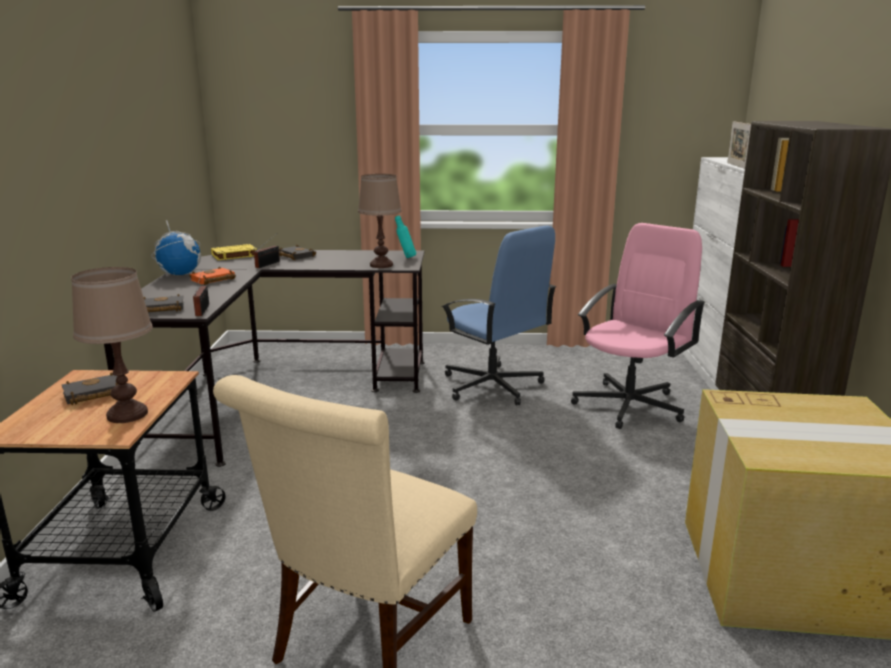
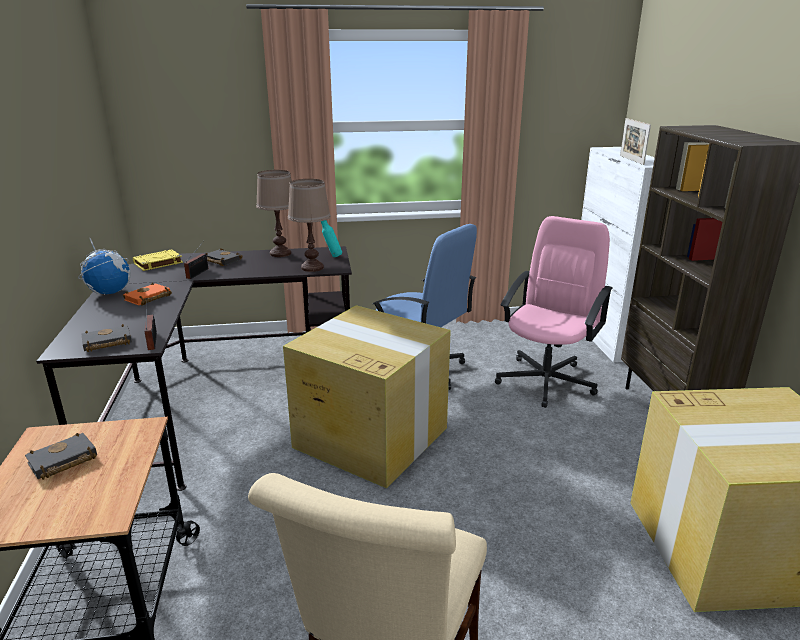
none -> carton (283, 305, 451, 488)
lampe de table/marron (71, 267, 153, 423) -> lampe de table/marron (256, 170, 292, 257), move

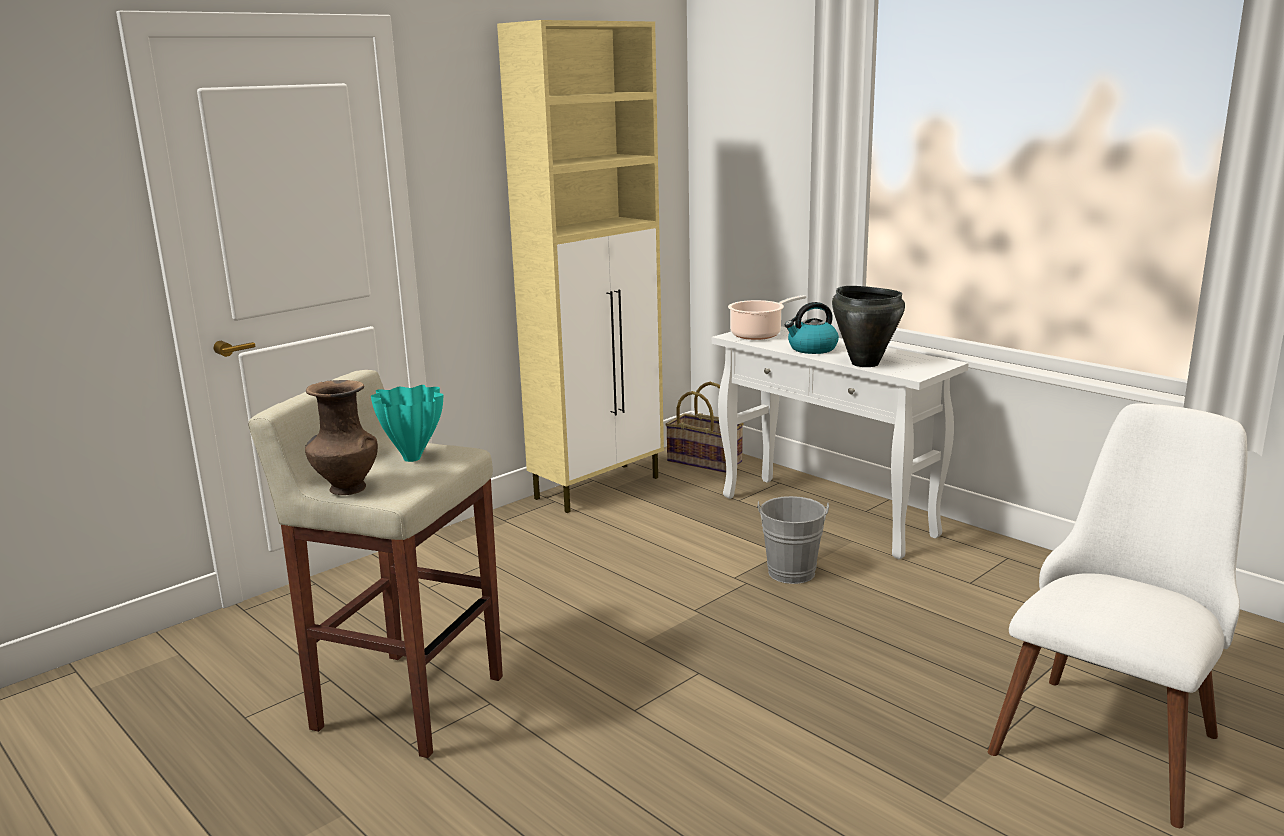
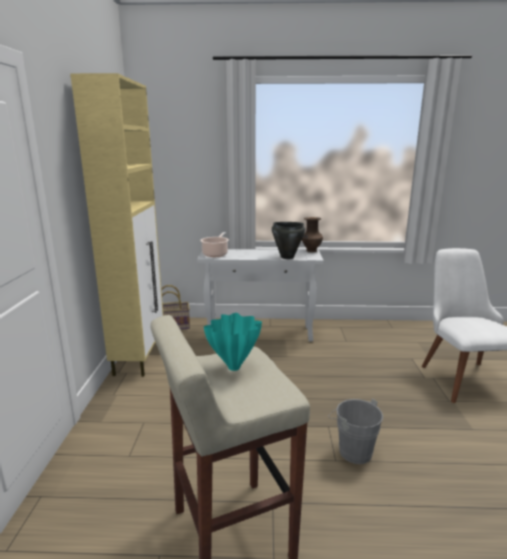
bouilloire (785, 302, 839, 354) -> none
vase/marron (305, 380, 378, 495) -> vase/marron (302, 217, 323, 252), move
seau/gris (757, 496, 829, 584) -> seau/gris (328, 399, 383, 464), move

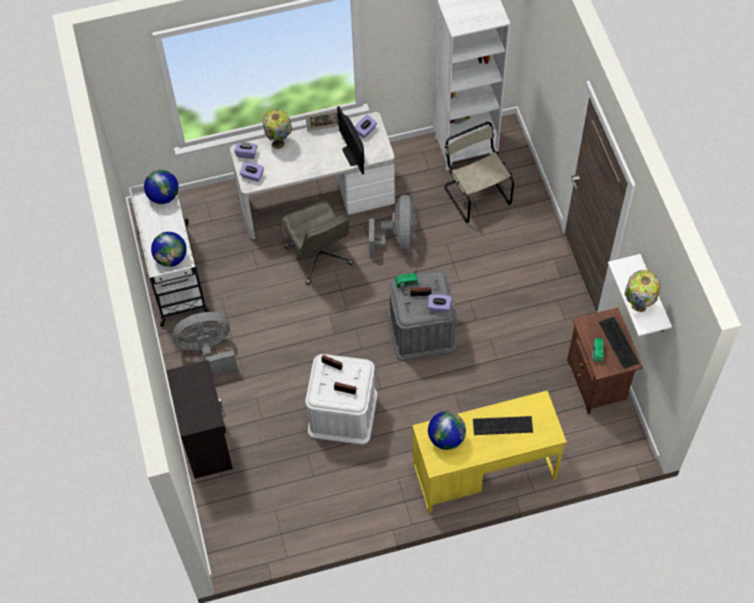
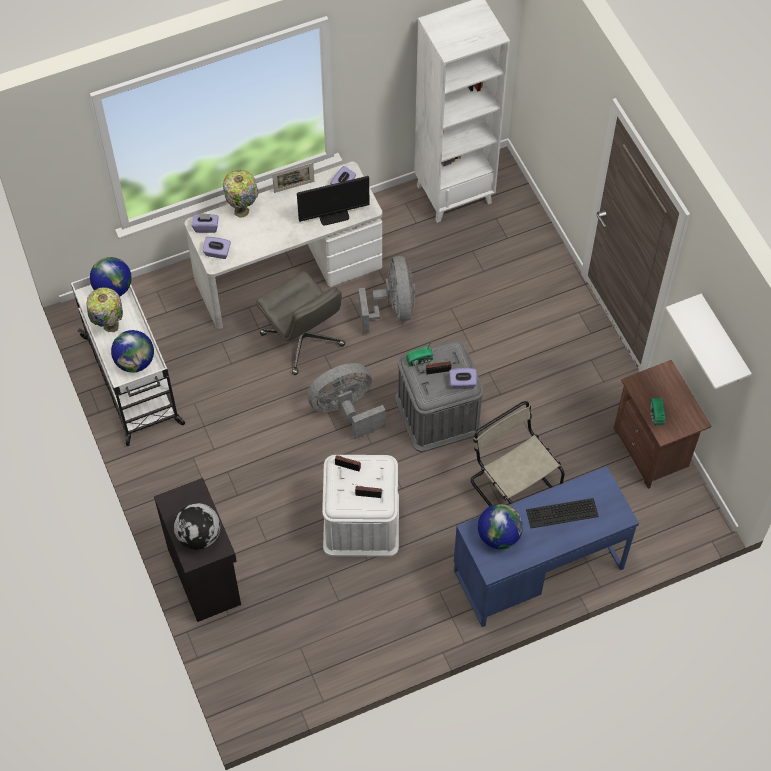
clavier (599, 317, 639, 369) -> none
none -> globe (174, 503, 220, 550)
ventilateur/gris (173, 312, 238, 375) -> ventilateur/gris (307, 363, 386, 439), move
chaise/beige (445, 122, 514, 223) -> chaise/beige (471, 401, 565, 506), move
lampe de table (625, 270, 661, 312) -> lampe de table (86, 287, 123, 332), move
bureau/jaune (412, 390, 567, 513) -> bureau/bleu (454, 466, 639, 627)
écran d'ordinateur (337, 106, 364, 175) -> écran d'ordinateur (297, 176, 369, 226), 75 degrees counterclockwise

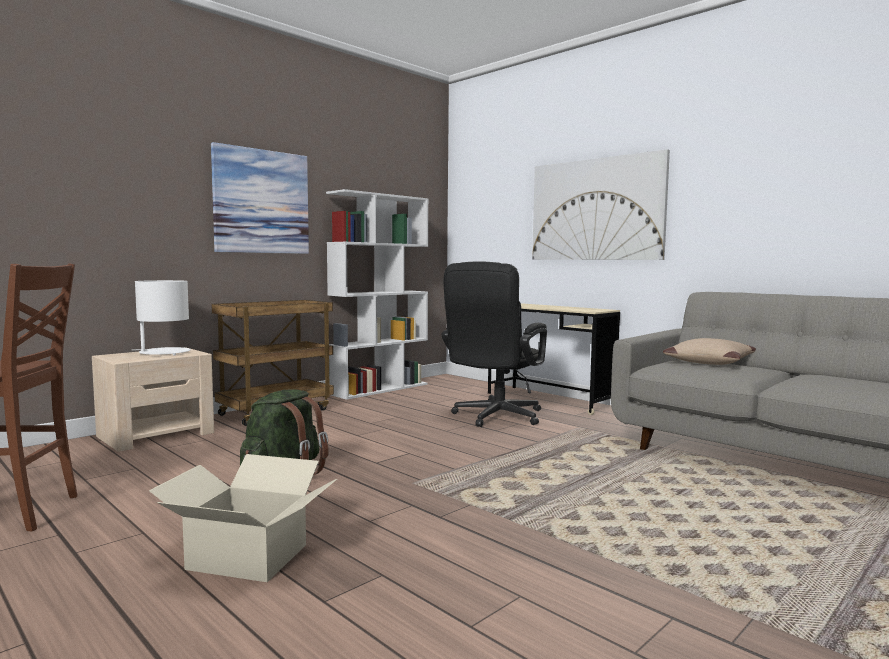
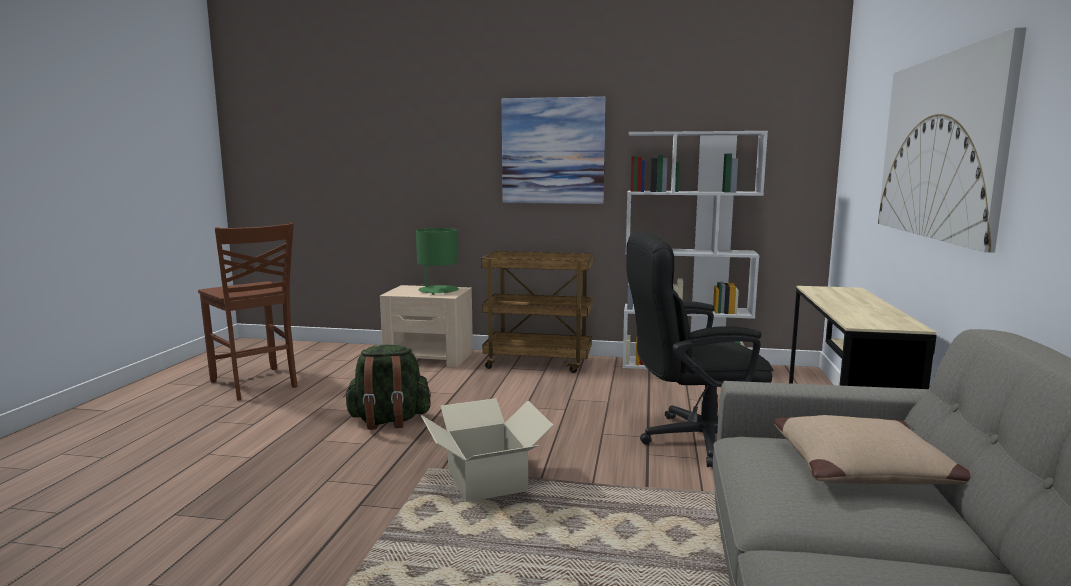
carton (149, 454, 337, 582) -> carton (421, 398, 554, 502), move
lampe de table/blanc (132, 280, 191, 355) -> lampe de table/vert (416, 228, 459, 295)

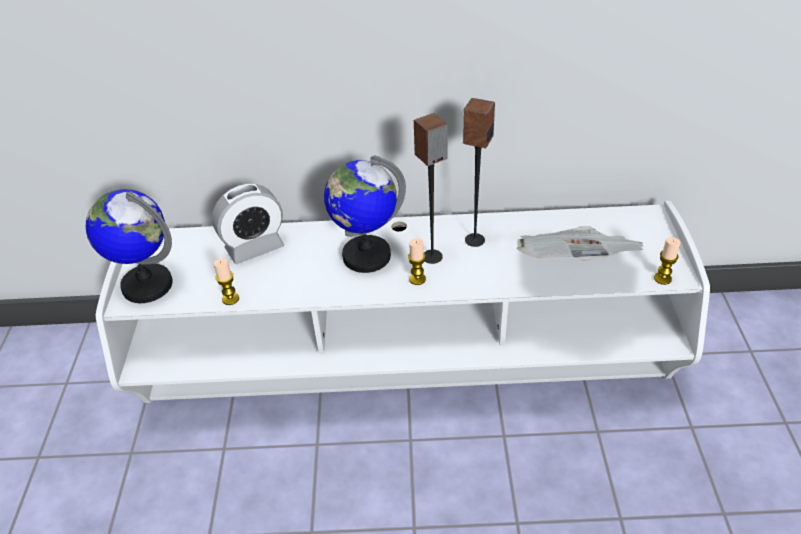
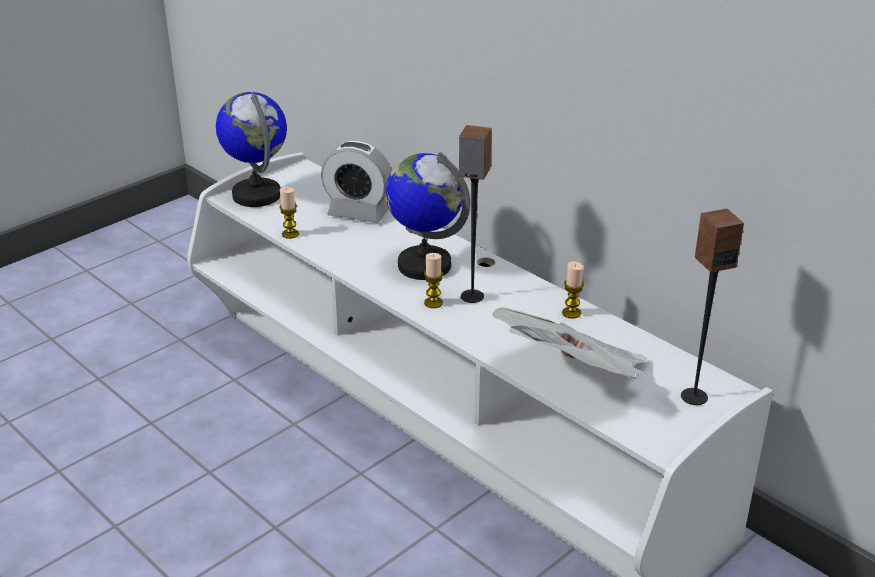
enceinte (463, 98, 495, 247) -> enceinte (681, 209, 744, 405), move
bougie (654, 237, 681, 285) -> bougie (562, 262, 584, 319), move

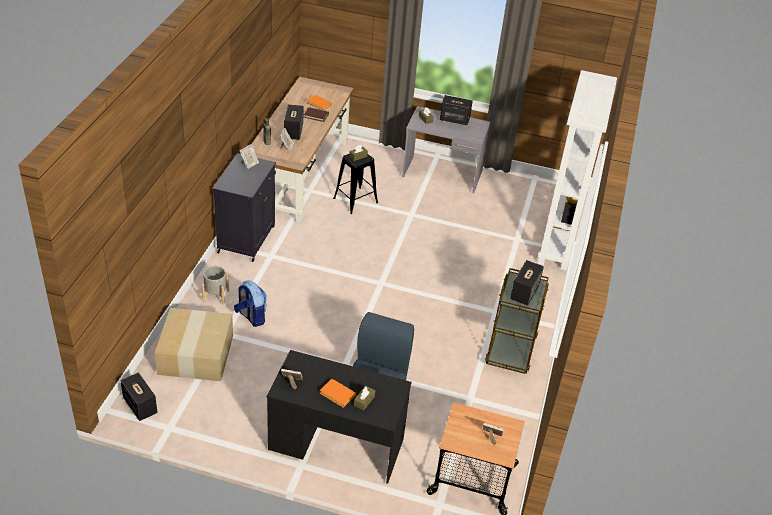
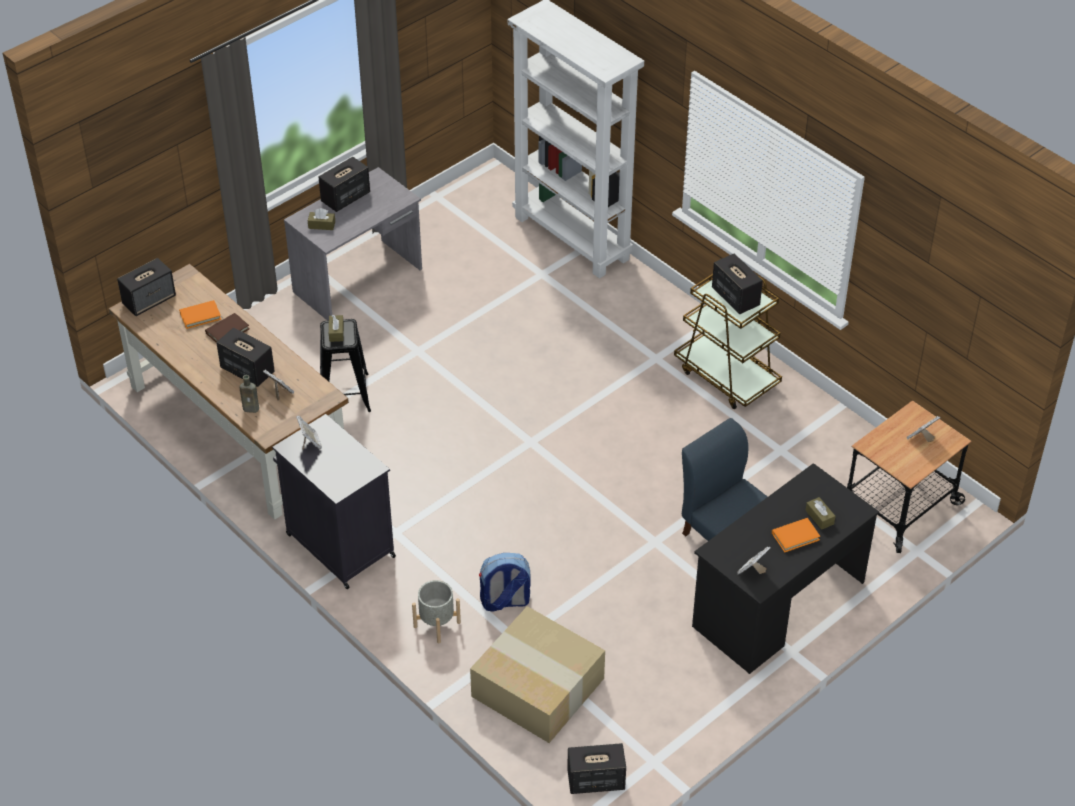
none -> enceinte (117, 258, 176, 316)

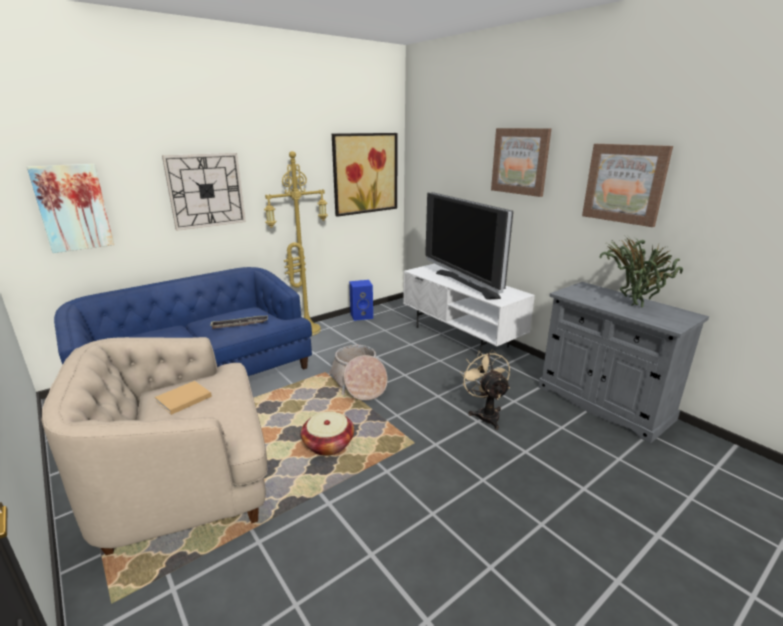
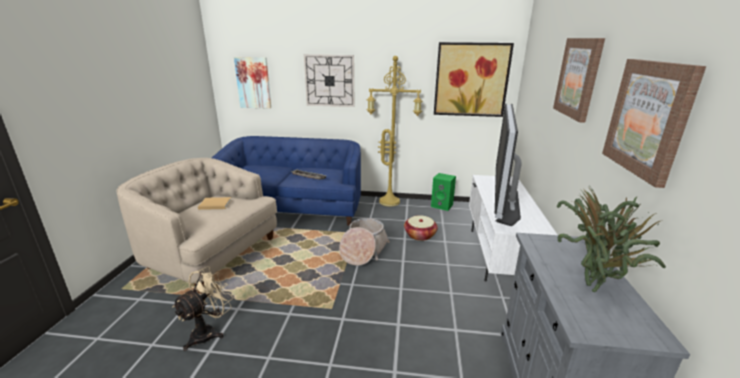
panier (301, 412, 354, 456) -> panier (404, 215, 438, 241), move
ventilateur/beige (460, 349, 510, 430) -> ventilateur/beige (172, 266, 233, 351), move
enceinte/bleu (349, 280, 373, 321) -> enceinte/vert (431, 173, 456, 211)

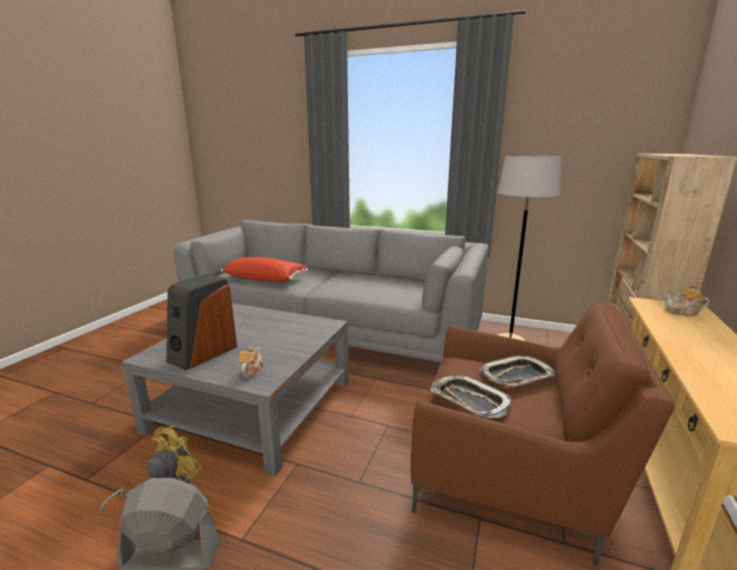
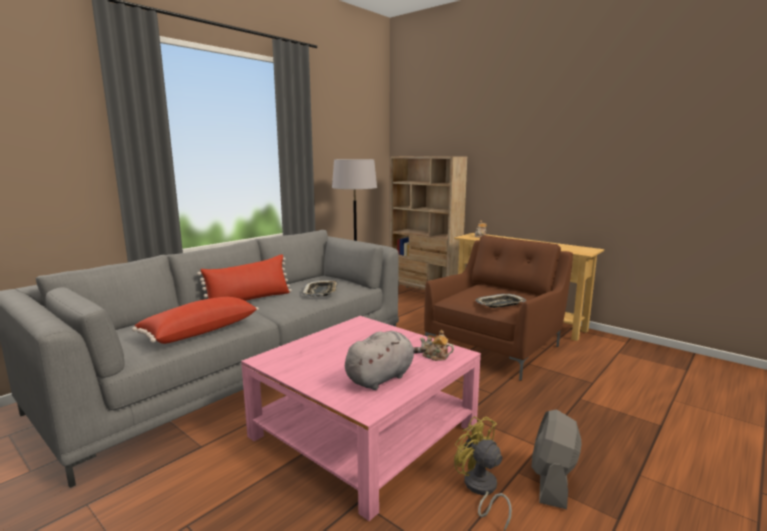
none -> coussin/rouge (197, 254, 292, 301)
plateau (480, 355, 555, 387) -> plateau (302, 280, 338, 296), move
enceinte (166, 274, 237, 371) -> peluche/gris (345, 331, 426, 390)
table basse/gris (122, 303, 349, 476) -> table basse/rose (241, 316, 481, 521)

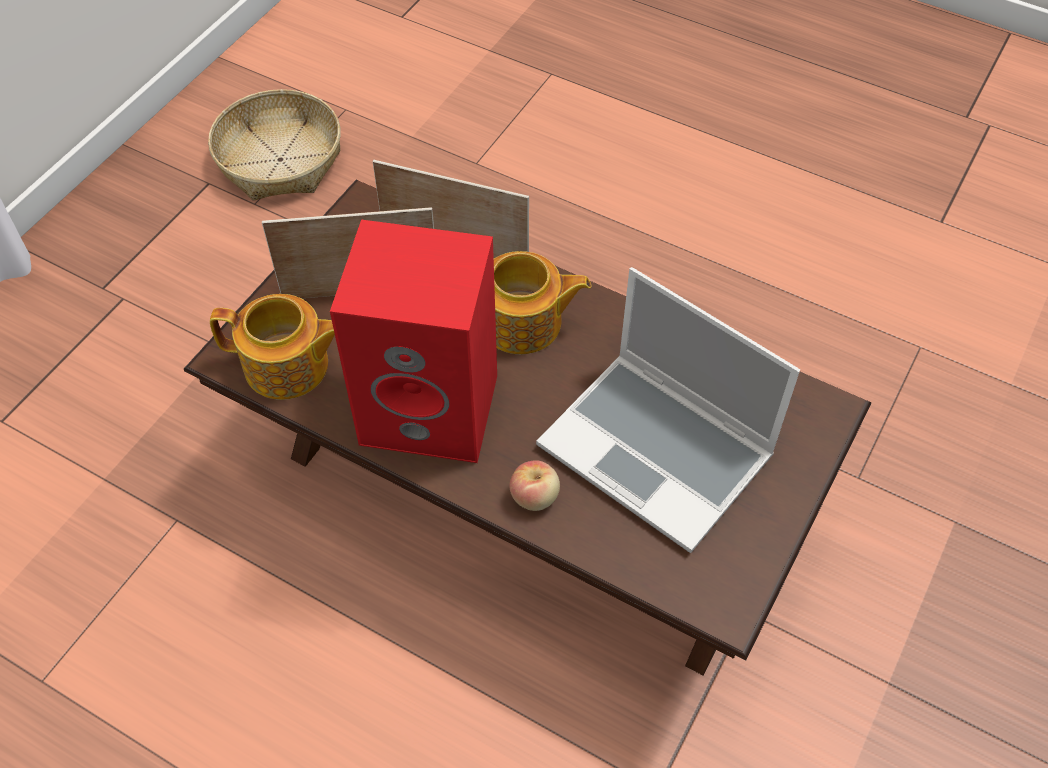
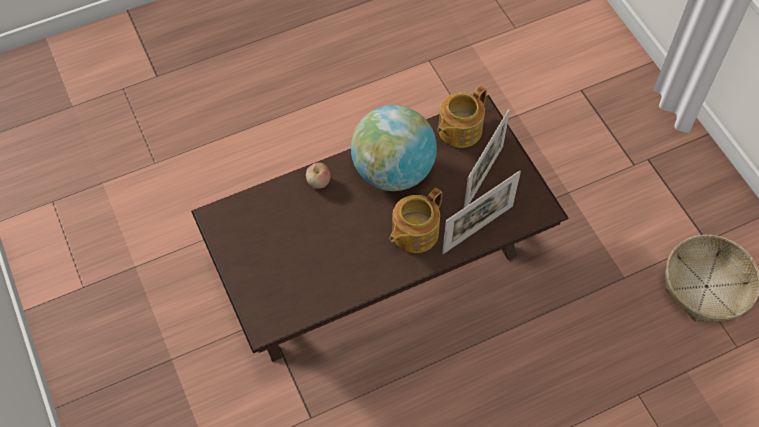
ordinateur portable (536, 267, 800, 553) -> none
enceinte/rouge (330, 220, 497, 463) -> globe (351, 105, 437, 191)

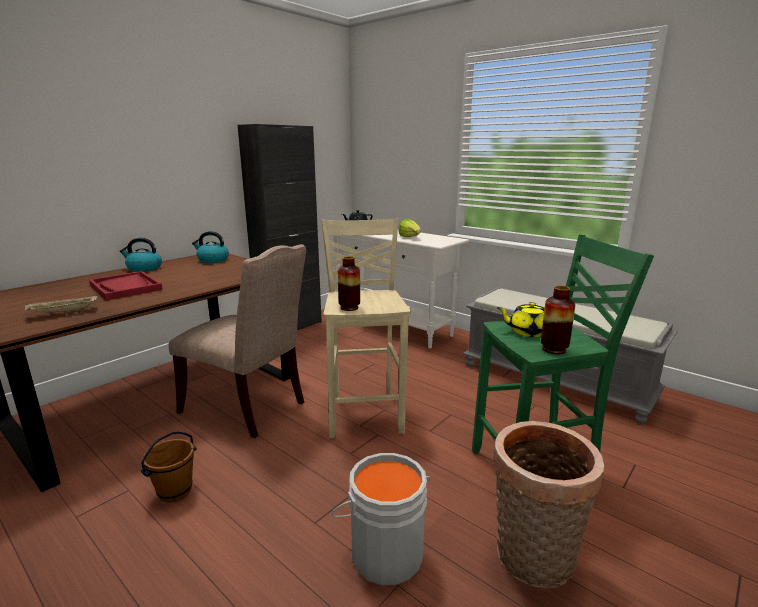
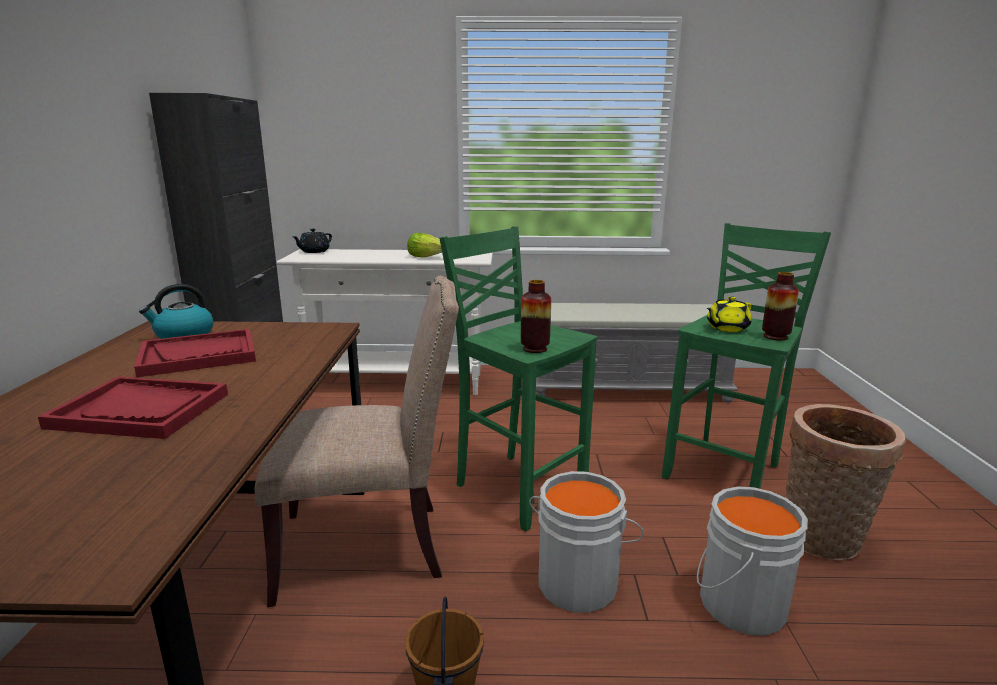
plateau/beige (25, 294, 97, 314) -> none
bouilloire (120, 238, 162, 272) -> none
none -> plateau/rouge (134, 329, 256, 377)
none -> seau/gris (529, 471, 644, 613)
tabouret/beige (321, 218, 411, 438) -> tabouret/vert (440, 226, 597, 531)

